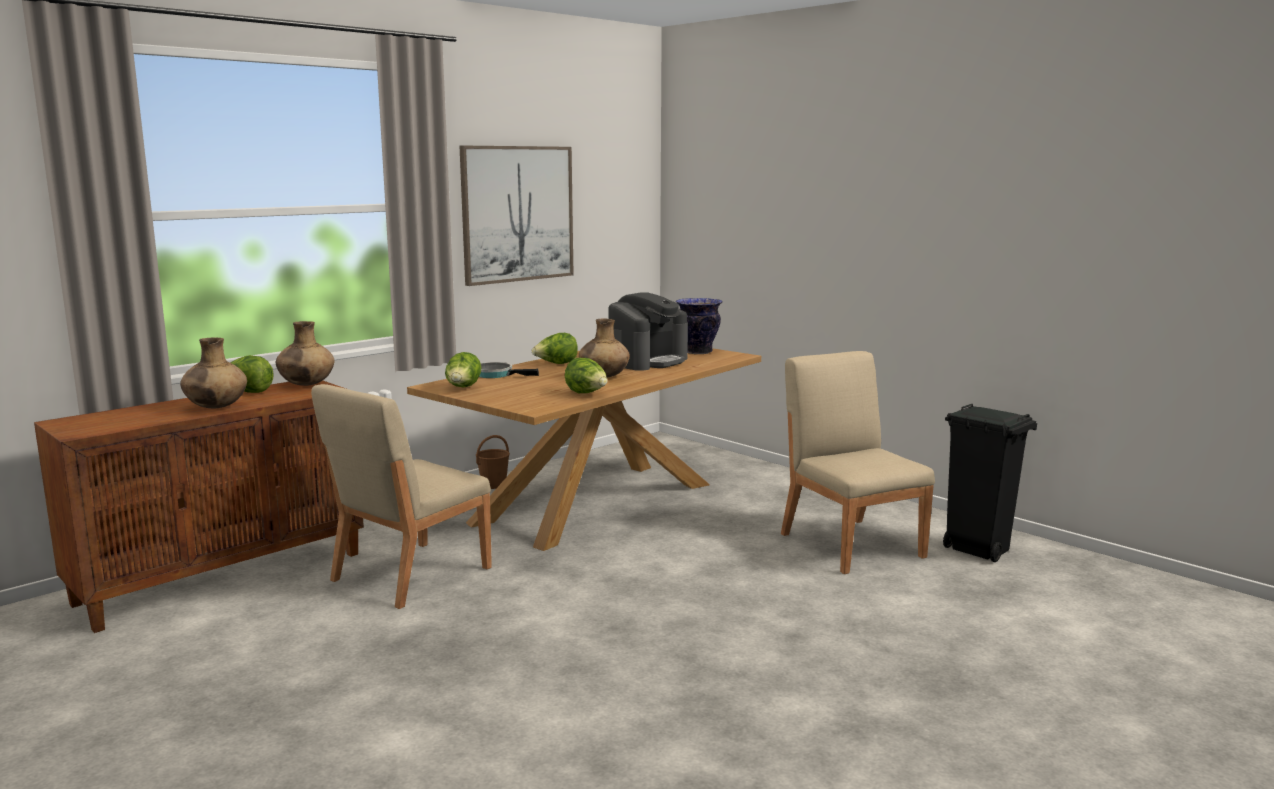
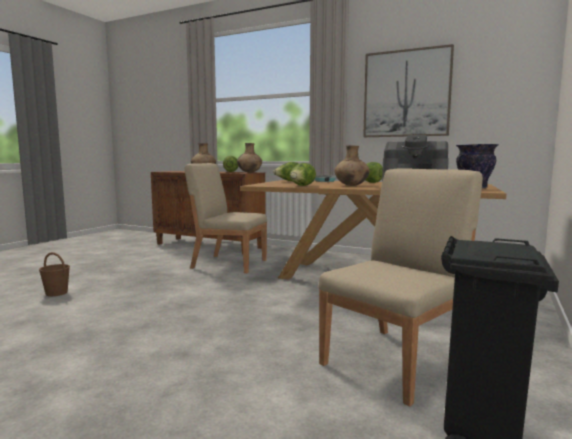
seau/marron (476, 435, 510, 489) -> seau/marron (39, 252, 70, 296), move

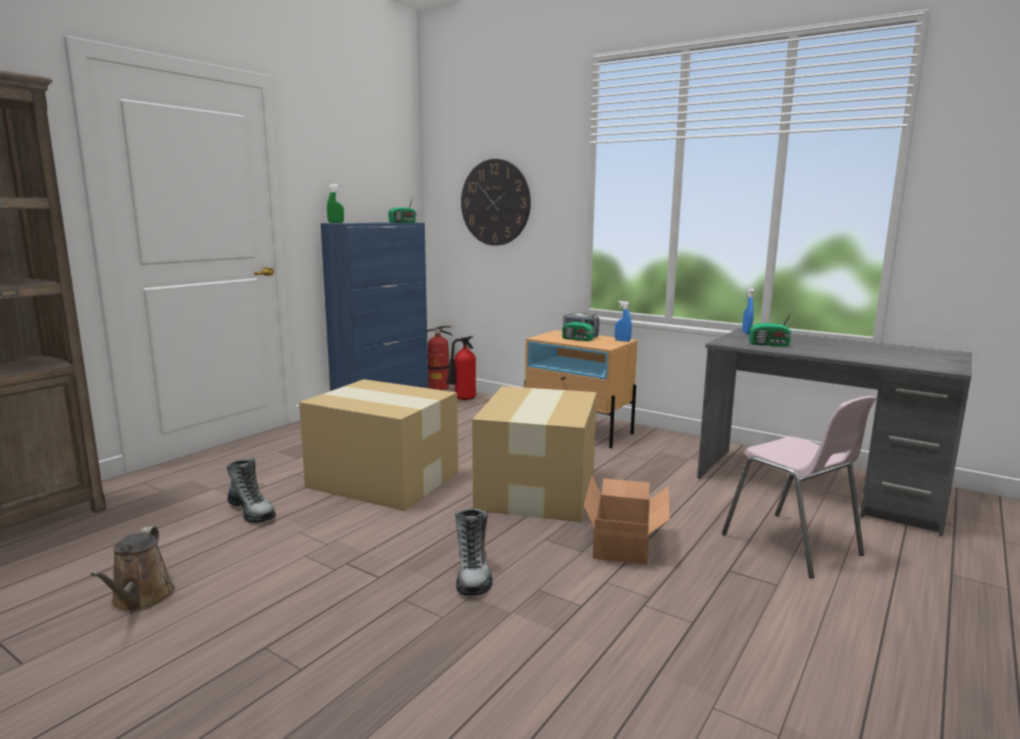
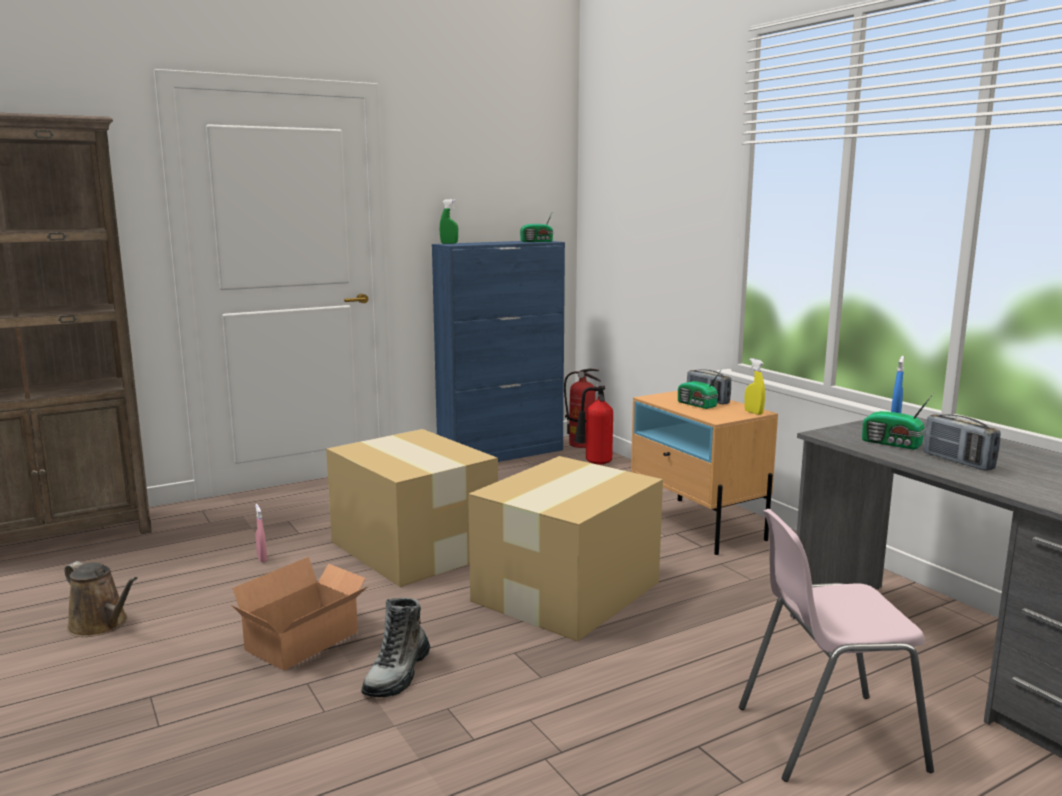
horloge murale (461, 159, 531, 246) -> none
none -> radio (923, 414, 1001, 471)
carton (584, 475, 670, 565) -> carton (230, 557, 368, 670), move
botte (227, 458, 276, 523) -> vaporisateur/rose (255, 504, 267, 562)
vaporisateur/bleu (615, 301, 632, 342) -> vaporisateur/jaune (744, 358, 765, 415)
arrosoir/marron (91, 526, 175, 612) -> arrosoir/marron (64, 561, 138, 637), 75 degrees counterclockwise
chaise/rose (722, 396, 876, 579) -> chaise/rose (739, 509, 934, 782), 90 degrees clockwise

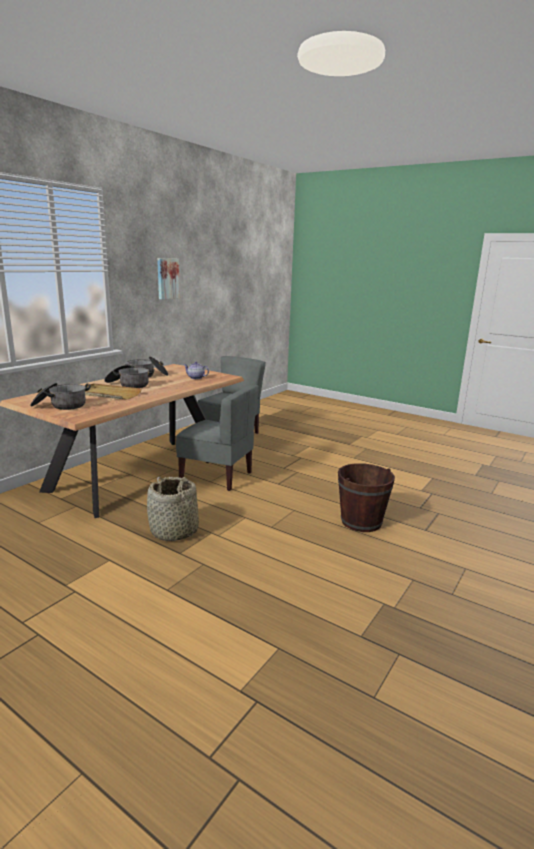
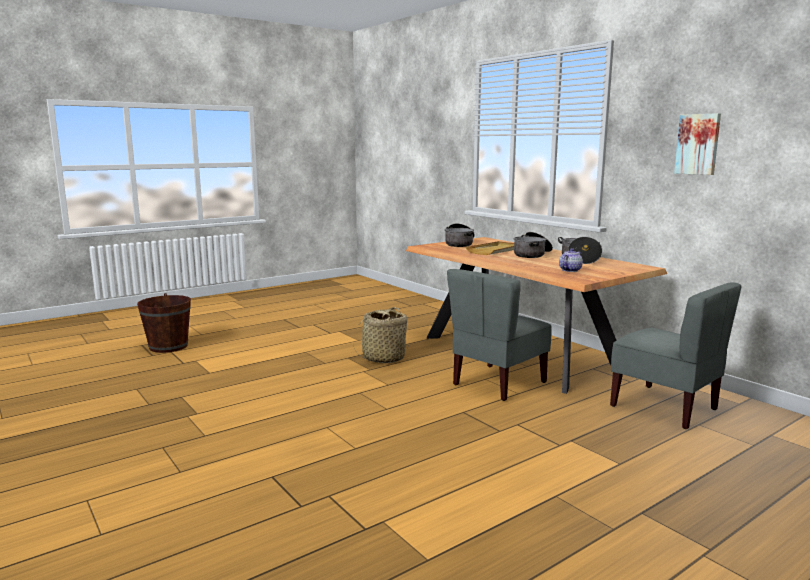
seau/marron (338, 463, 395, 532) -> seau/marron (137, 293, 191, 353), move

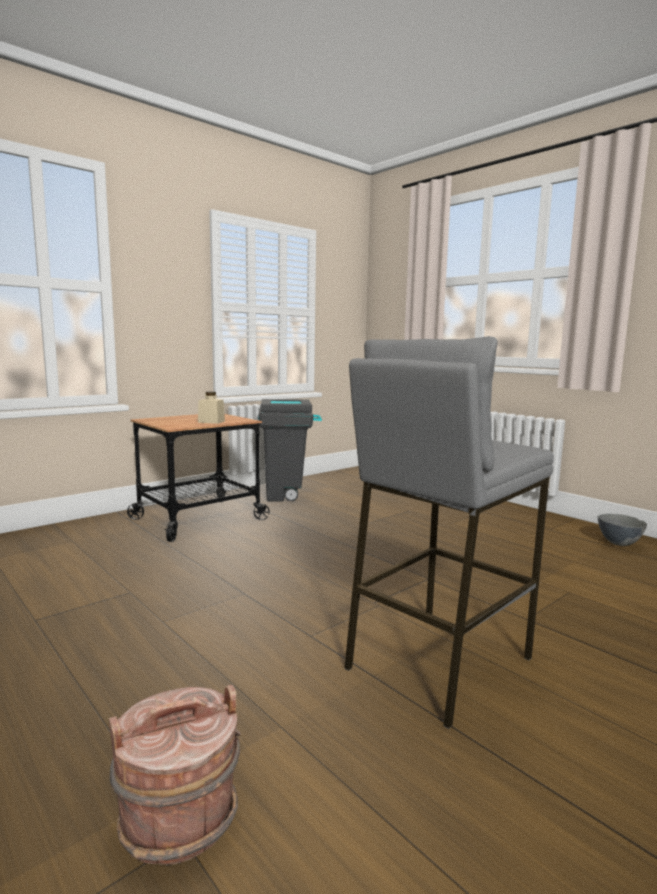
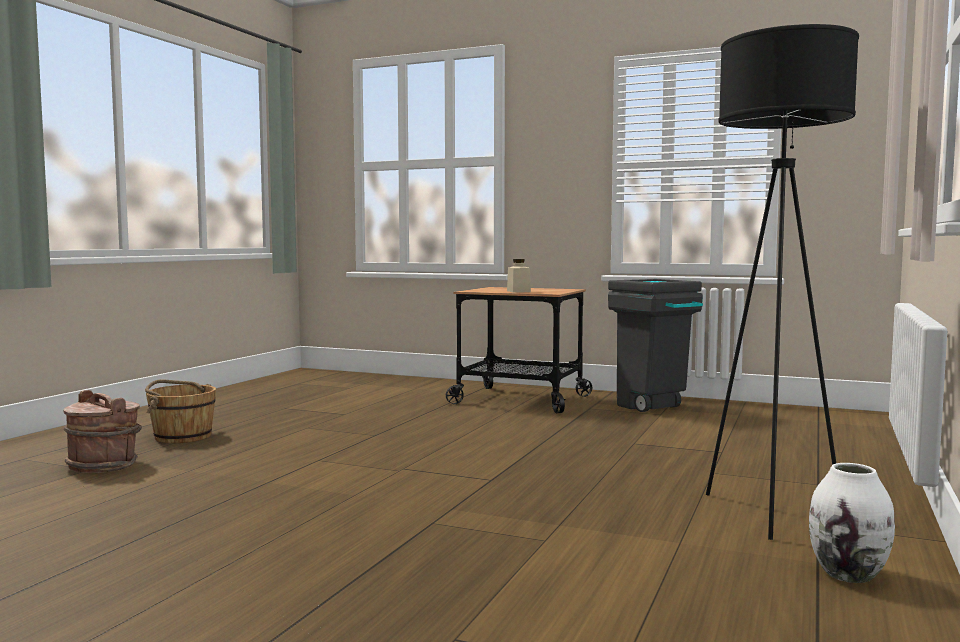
tabouret/gris (344, 336, 554, 729) -> none
none -> seau/marron (145, 379, 216, 443)
none -> lampadaire/noir (706, 24, 859, 540)
bol/gris (598, 514, 647, 546) -> vase/blanc (809, 463, 895, 583)

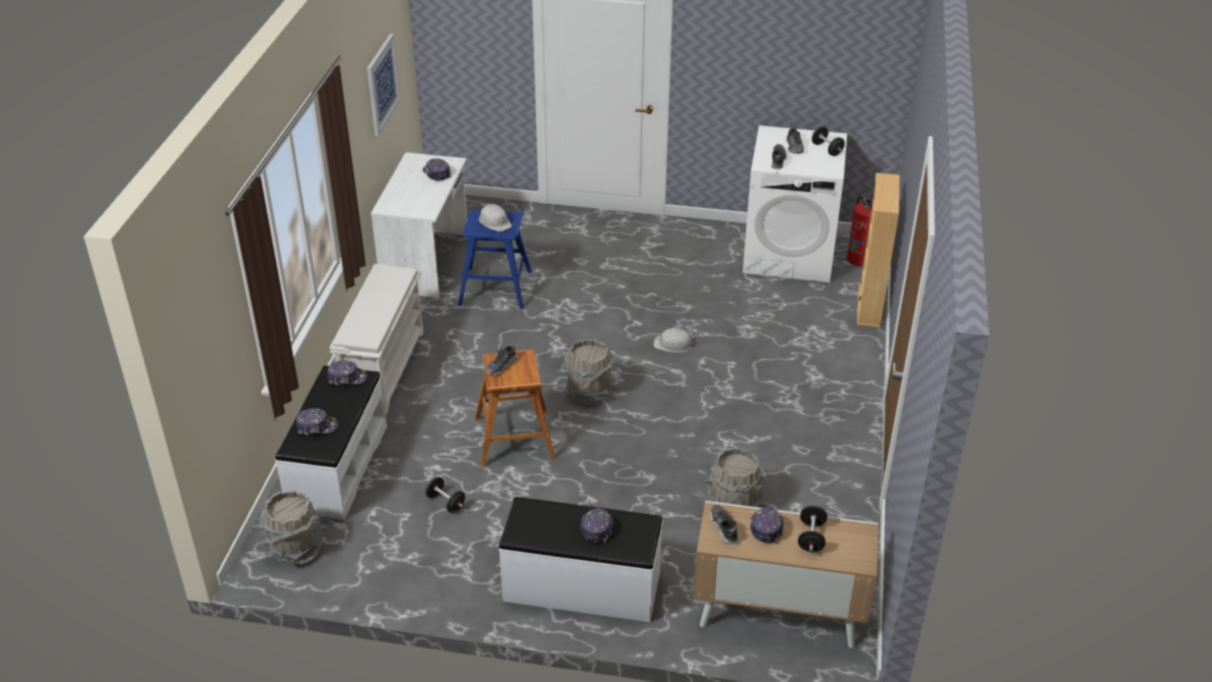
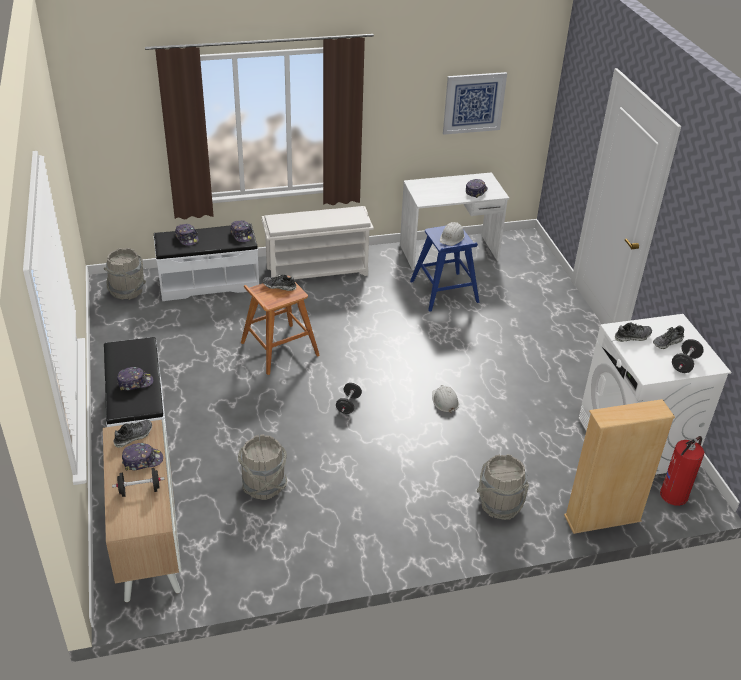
haltère/noir (425, 477, 465, 513) -> haltère/noir (336, 383, 362, 414), move
seau/gris (564, 339, 613, 405) -> seau/gris (477, 454, 529, 520), move

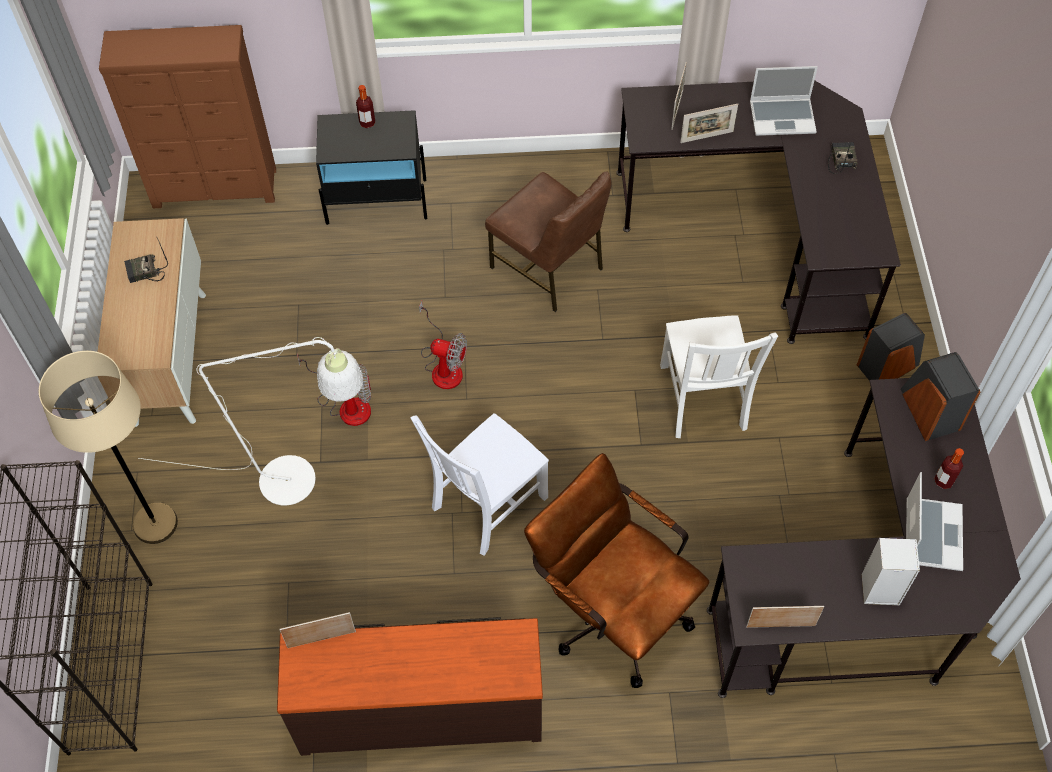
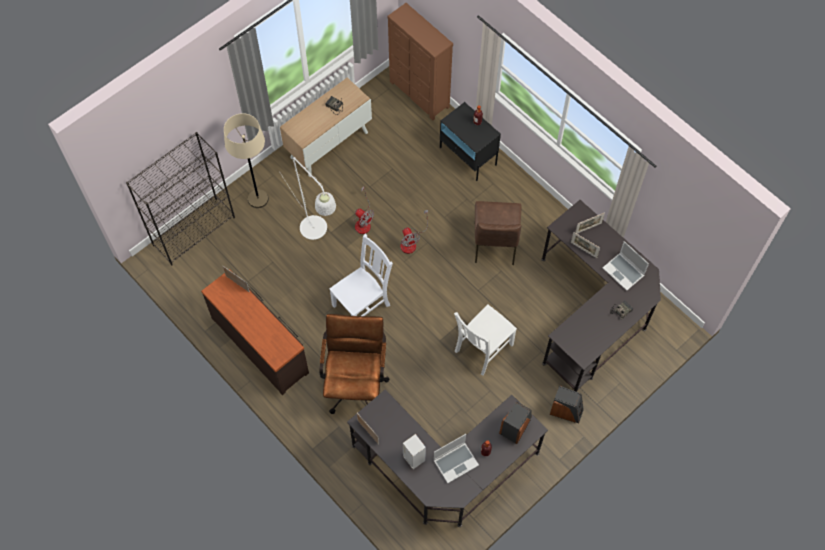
chaise/blanc (410, 413, 549, 556) -> chaise/blanc (330, 234, 393, 316), 135 degrees clockwise

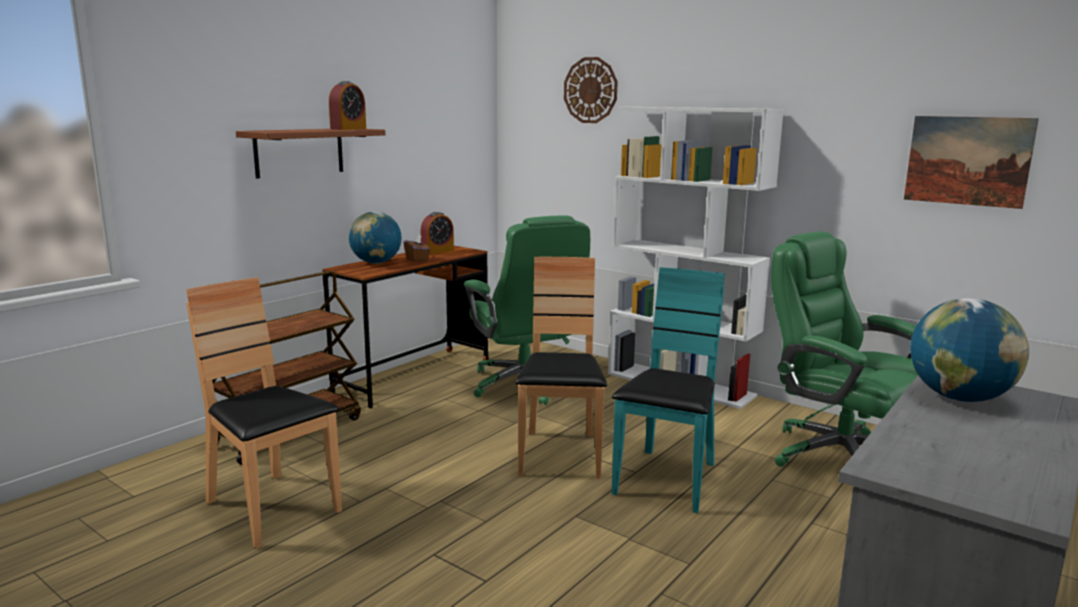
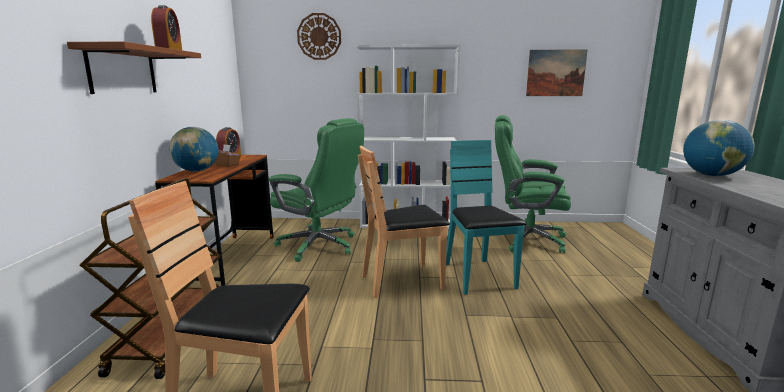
chaise/marron (515, 257, 607, 479) -> chaise/marron (358, 145, 450, 298), 75 degrees counterclockwise

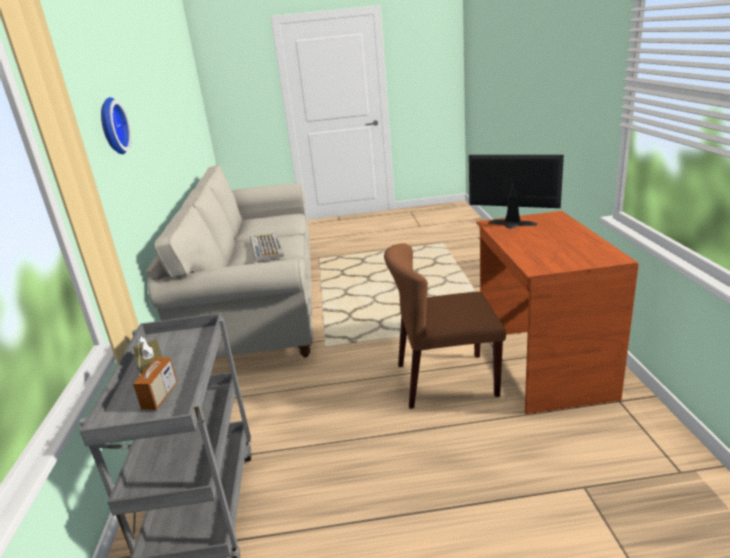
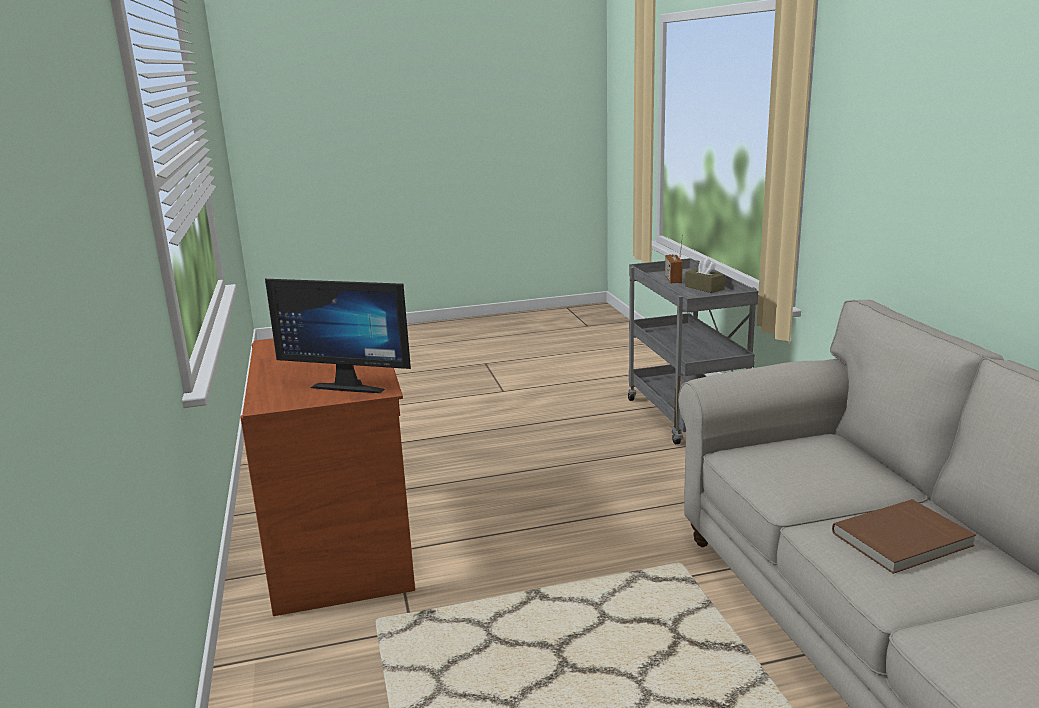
horloge murale (101, 97, 131, 154) -> none
chaise/marron (384, 243, 506, 409) -> none
clavier (250, 234, 284, 262) -> livre/marron (832, 499, 976, 574)

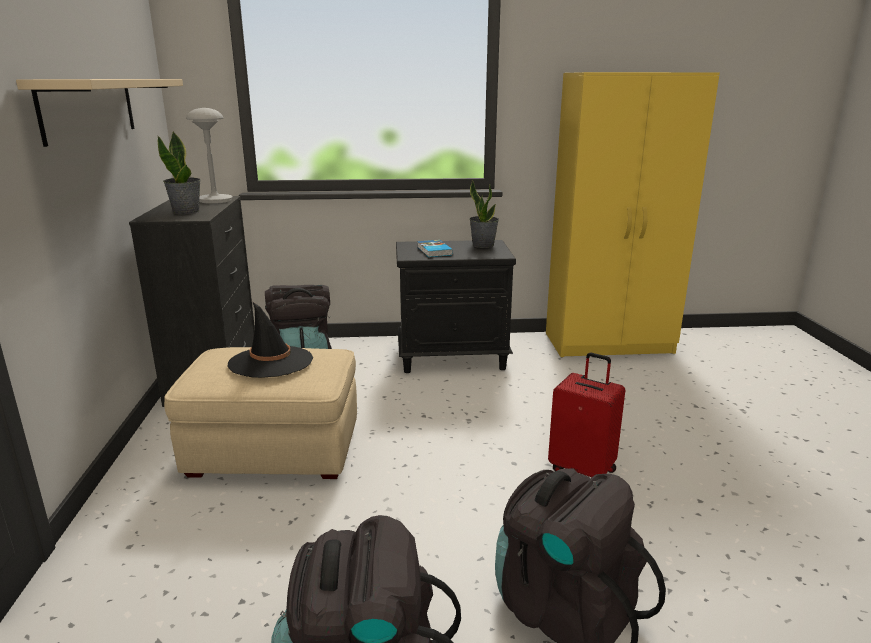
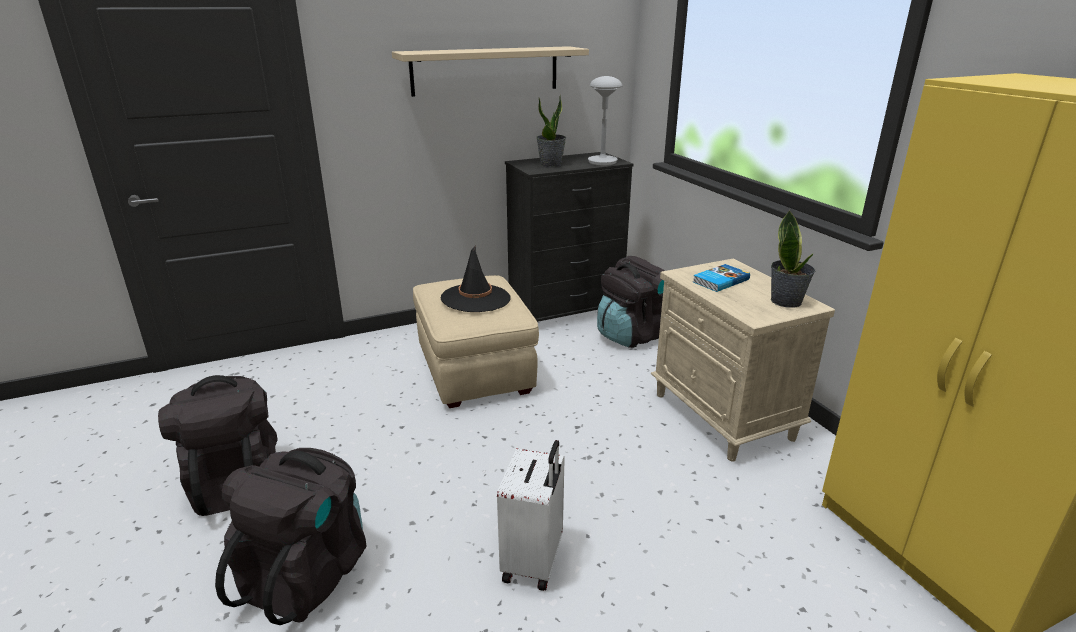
table de chevet/noir (396, 240, 516, 373) -> table de chevet/beige (651, 259, 835, 462)
valise/rouge (548, 353, 625, 477) -> valise/blanc (497, 440, 565, 591)

